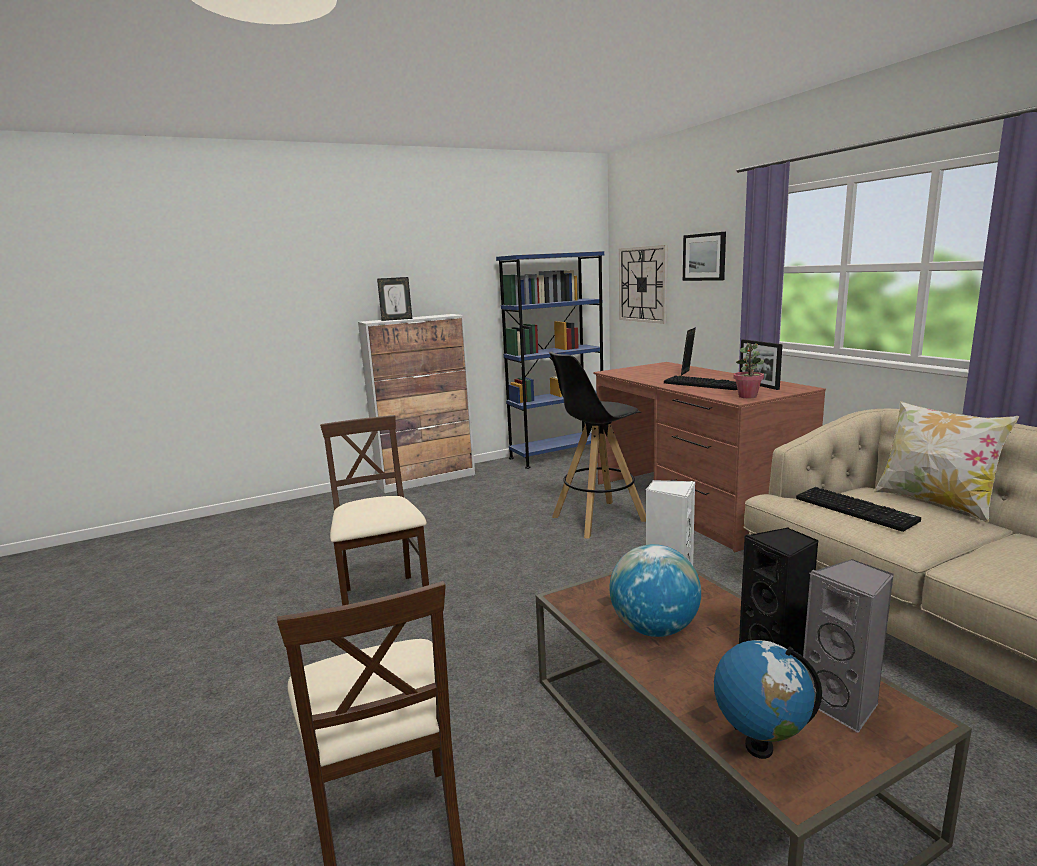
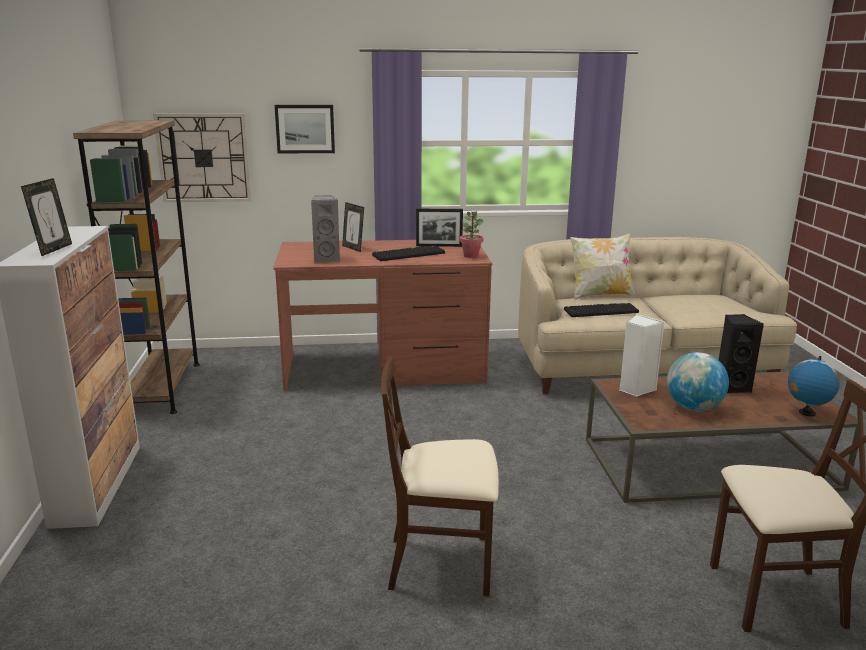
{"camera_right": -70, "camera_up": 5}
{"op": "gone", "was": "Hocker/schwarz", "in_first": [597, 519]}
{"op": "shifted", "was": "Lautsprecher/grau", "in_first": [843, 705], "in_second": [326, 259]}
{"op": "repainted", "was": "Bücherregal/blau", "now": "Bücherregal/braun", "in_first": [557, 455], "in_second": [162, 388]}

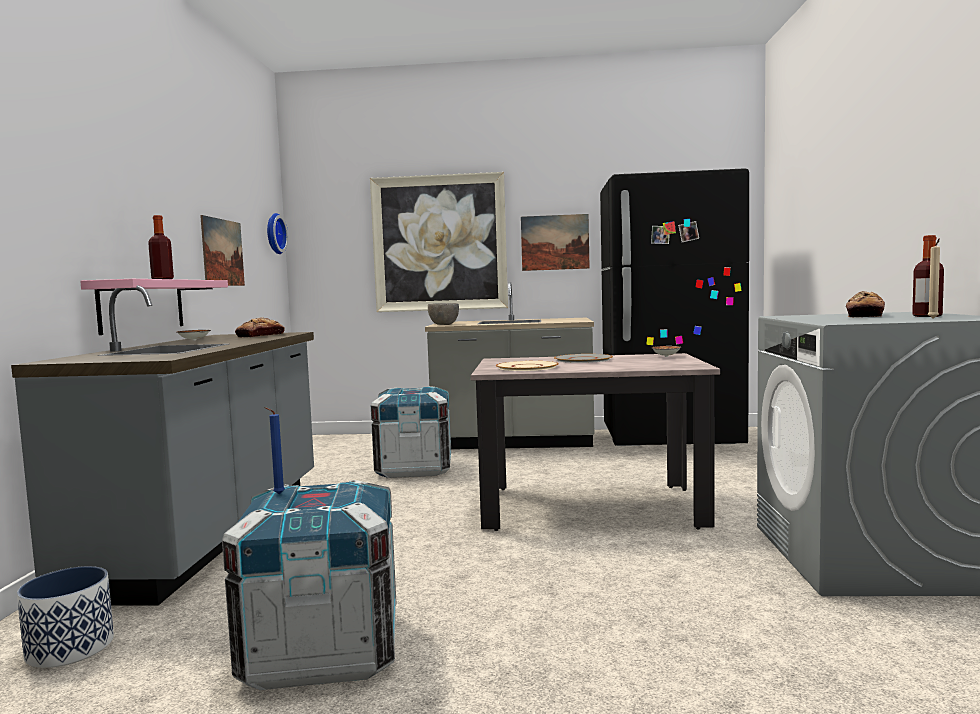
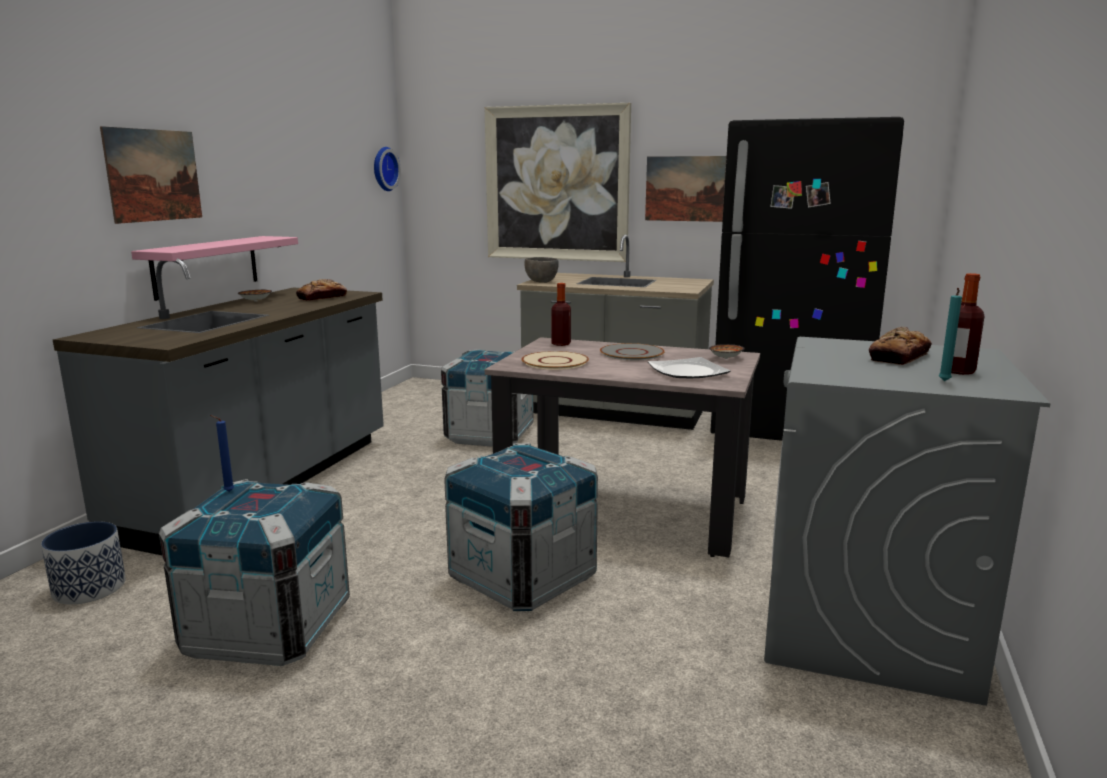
{"camera_right": 15, "camera_up": 10}
{"op": "new", "now": "Kiste", "in_second": [523, 578]}
{"op": "new", "now": "Teller", "in_second": [687, 371]}
{"op": "shifted", "was": "Flasche", "in_first": [162, 279], "in_second": [561, 344]}
{"op": "shifted", "was": "Bild", "in_first": [222, 252], "in_second": [154, 175]}
{"op": "repainted", "was": "Kerze/beige", "now": "Kerze/türkis", "in_first": [933, 318], "in_second": [944, 381]}

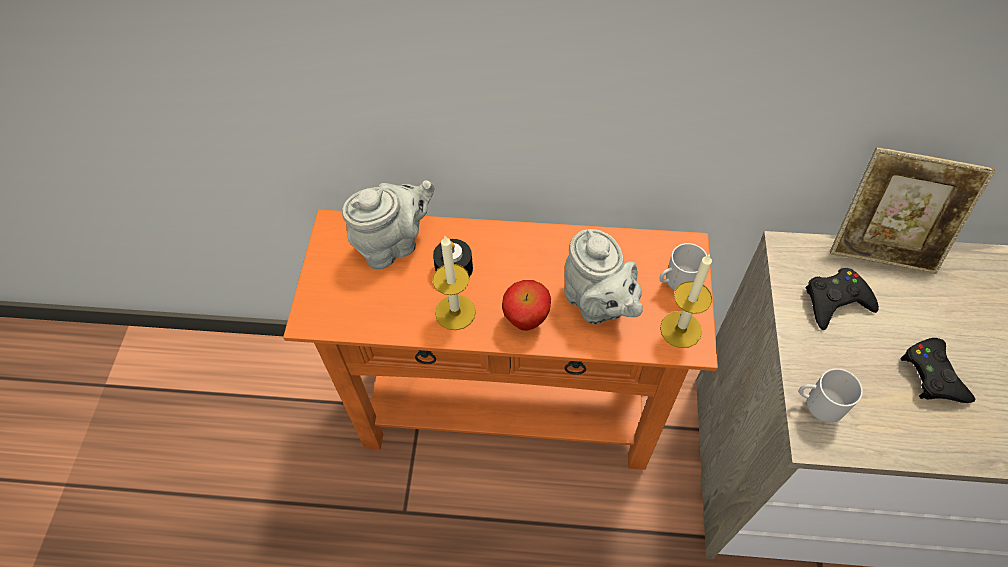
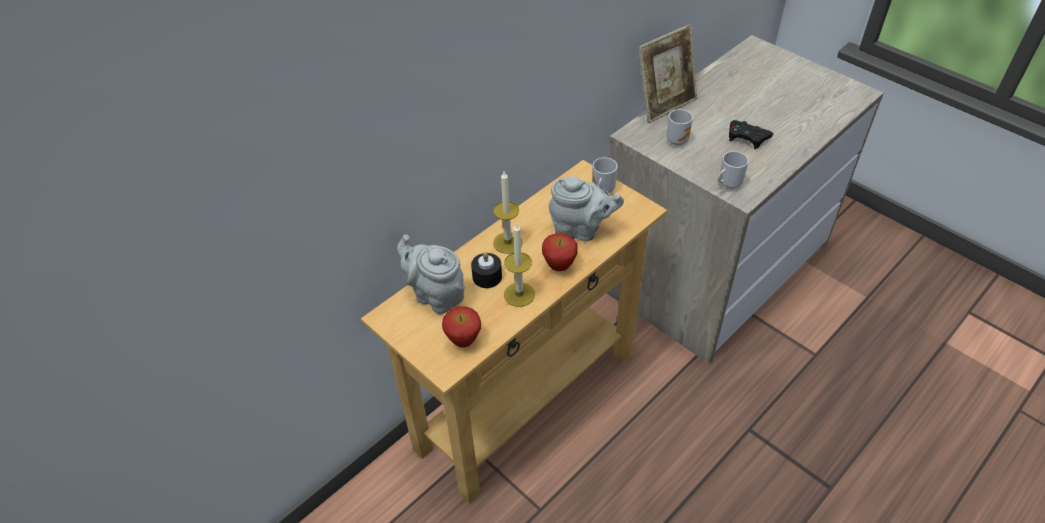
{"camera_right": -50, "camera_up": -10}
{"op": "new", "now": "Apfel", "in_second": [463, 341]}
{"op": "shifted", "was": "Kerze", "in_first": [680, 329], "in_second": [507, 243]}
{"op": "swapped", "was": "Gamepad/schwarz", "now": "Henkelbecher", "in_first": [835, 301], "in_second": [677, 140]}
{"op": "repainted", "was": "Konsolentisch/orange", "now": "Konsolentisch/beige", "in_first": [507, 413], "in_second": [527, 400]}
{"op": "rotated", "was": "Teekanne/grau", "in_first": [393, 244], "in_second": [436, 295], "clockwise": -60}

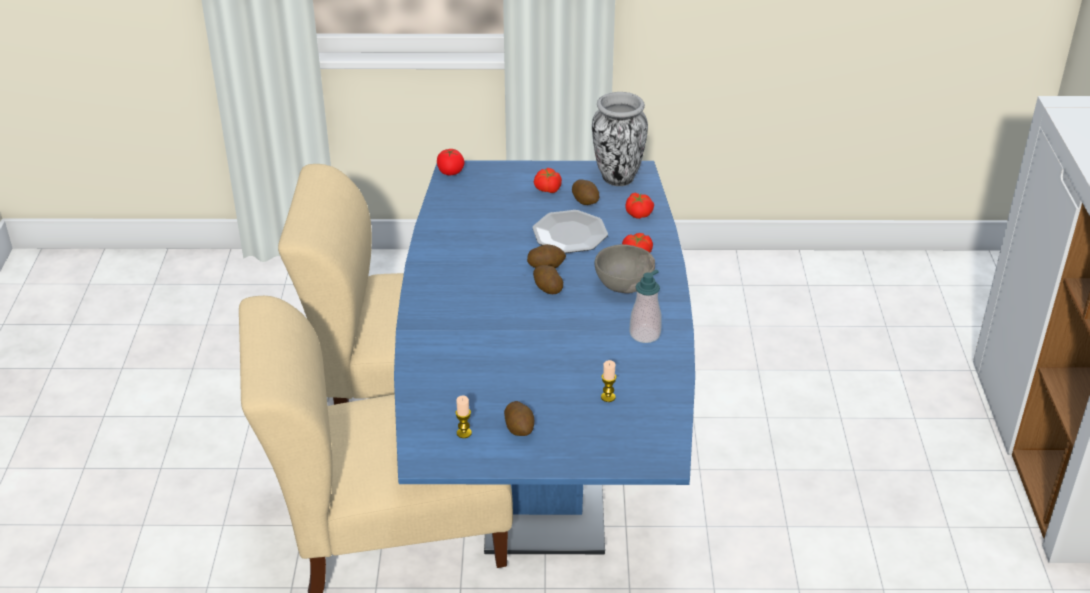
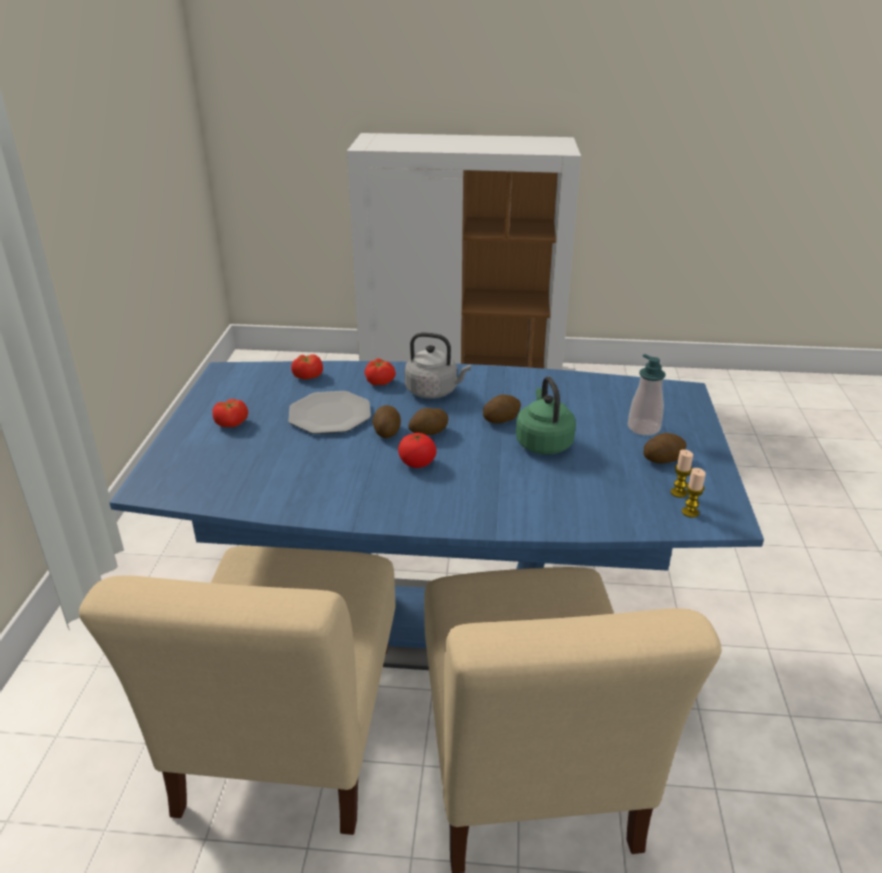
{"camera_right": -85, "camera_up": -5}
{"op": "gone", "was": "Vase", "in_first": [617, 178]}
{"op": "new", "now": "Wasserkessel/grün", "in_second": [543, 442]}
{"op": "shifted", "was": "Tomate", "in_first": [450, 172], "in_second": [417, 463]}
{"op": "shifted", "was": "Kartoffel", "in_first": [585, 201], "in_second": [501, 419]}
{"op": "shifted", "was": "Kerze", "in_first": [608, 397], "in_second": [690, 512]}
{"op": "shifted", "was": "Seifenspender", "in_first": [645, 334], "in_second": [643, 428]}
{"op": "swapped", "was": "Schüssel/grau", "now": "Wasserkessel/grau", "in_first": [624, 287], "in_second": [434, 391]}

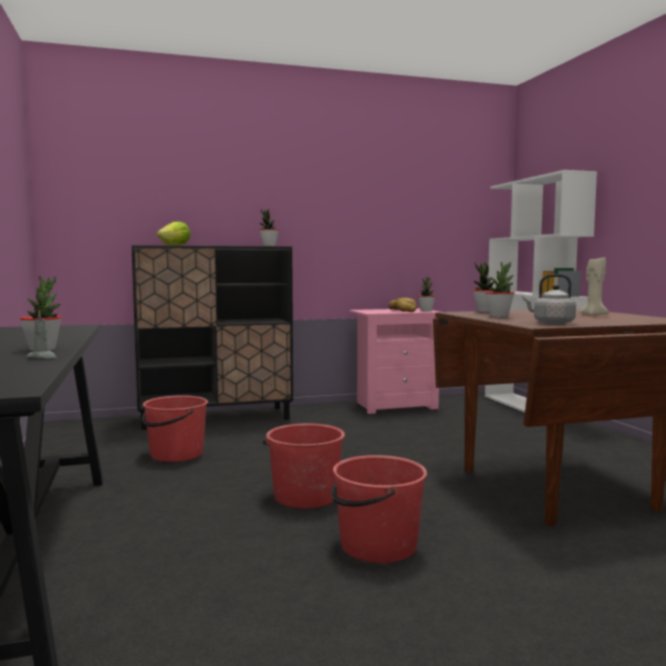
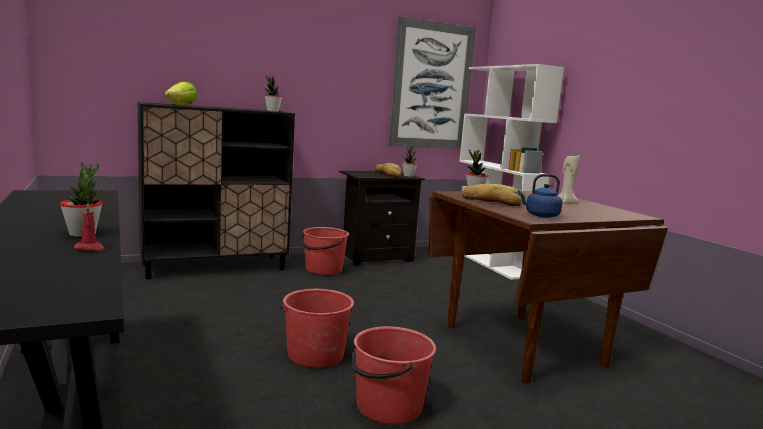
{"camera_right": -10, "camera_up": 5}
{"op": "new", "now": "Bild", "in_second": [432, 86]}
{"op": "shifted", "was": "Eimer/rot", "in_first": [176, 454], "in_second": [323, 270]}
{"op": "swapped", "was": "Topfpflanze", "now": "Brot", "in_first": [499, 316], "in_second": [491, 202]}
{"op": "repainted", "was": "Kerze/grau", "now": "Kerze/rot", "in_first": [42, 357], "in_second": [90, 248]}
{"op": "repainted", "was": "Nachttisch/rosa", "now": "Nachttisch/schwarz", "in_first": [394, 405], "in_second": [375, 257]}
{"op": "repainted", "was": "Wasserkessel/grau", "now": "Wasserkessel/blau", "in_first": [551, 323], "in_second": [540, 215]}

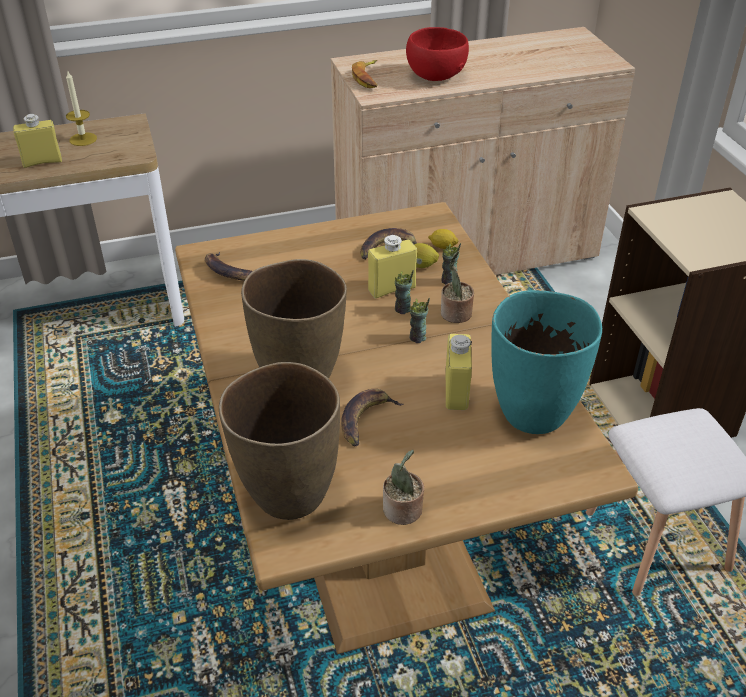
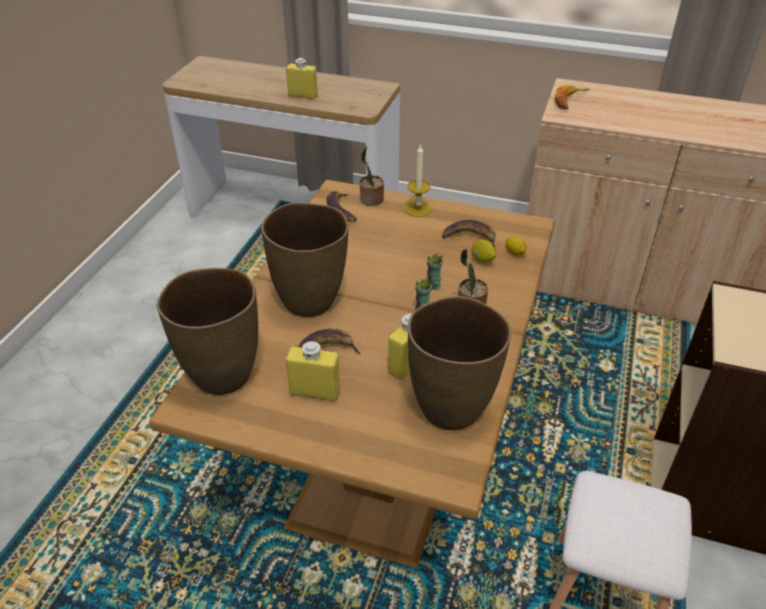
{"camera_right": 35, "camera_up": 0}
{"op": "gone", "was": "Schüssel/rot", "in_first": [435, 76]}
{"op": "gone", "was": "Tasse", "in_first": [449, 281]}
{"op": "shifted", "was": "Kerze", "in_first": [83, 139], "in_second": [418, 209]}
{"op": "shifted", "was": "Flasche/gelb", "in_first": [392, 289], "in_second": [315, 392]}
{"op": "shifted", "was": "Topfpflanze", "in_first": [403, 511], "in_second": [371, 200]}
{"op": "repainted", "was": "Vase/türkis", "now": "Vase/braun", "in_first": [532, 412], "in_second": [451, 408]}

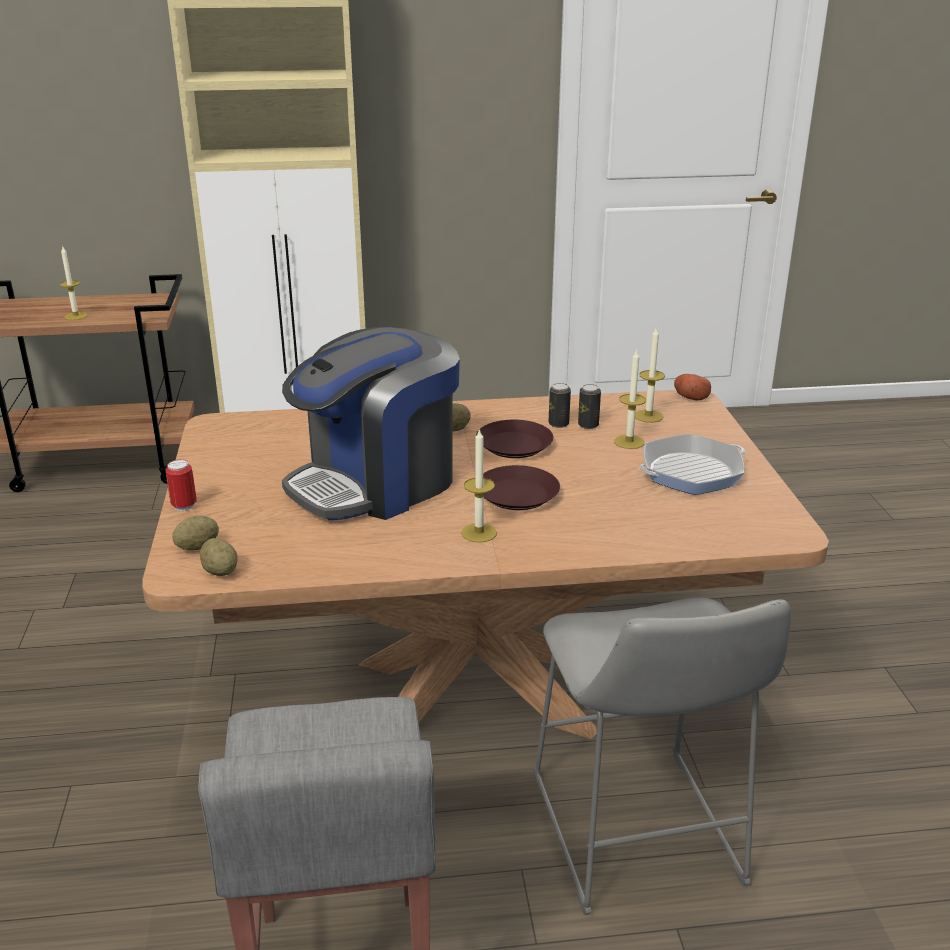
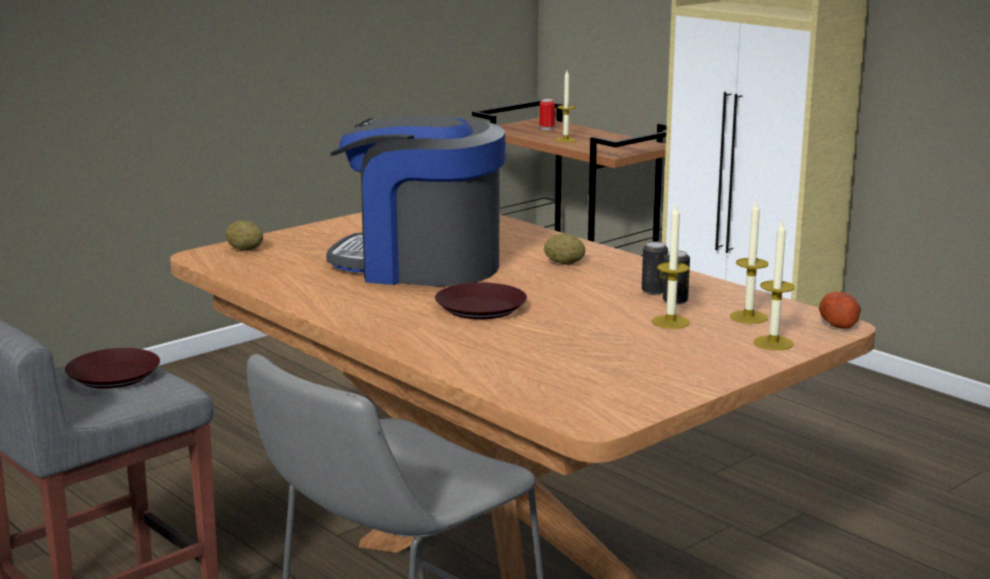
{"camera_right": 55, "camera_up": -10}
{"op": "gone", "was": "Kartoffel", "in_first": [220, 571]}
{"op": "gone", "was": "Pfanne", "in_first": [691, 472]}
{"op": "shifted", "was": "Dose", "in_first": [184, 506], "in_second": [547, 128]}
{"op": "shifted", "was": "Kerze", "in_first": [479, 533], "in_second": [773, 343]}
{"op": "shifted", "was": "Teller/braun", "in_first": [514, 446], "in_second": [113, 376]}

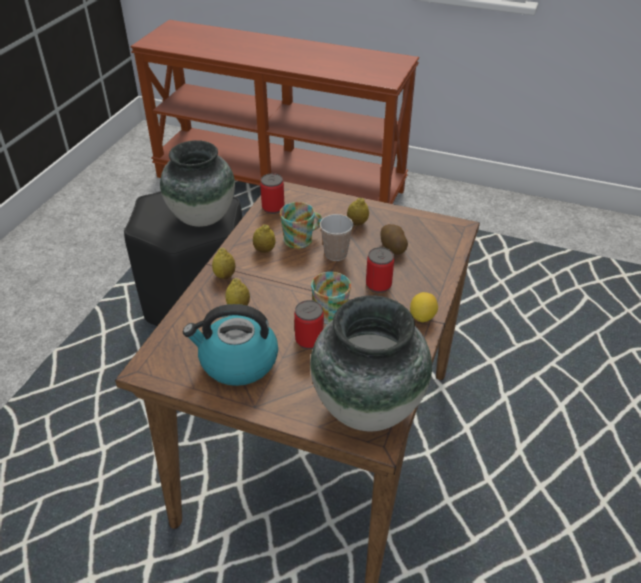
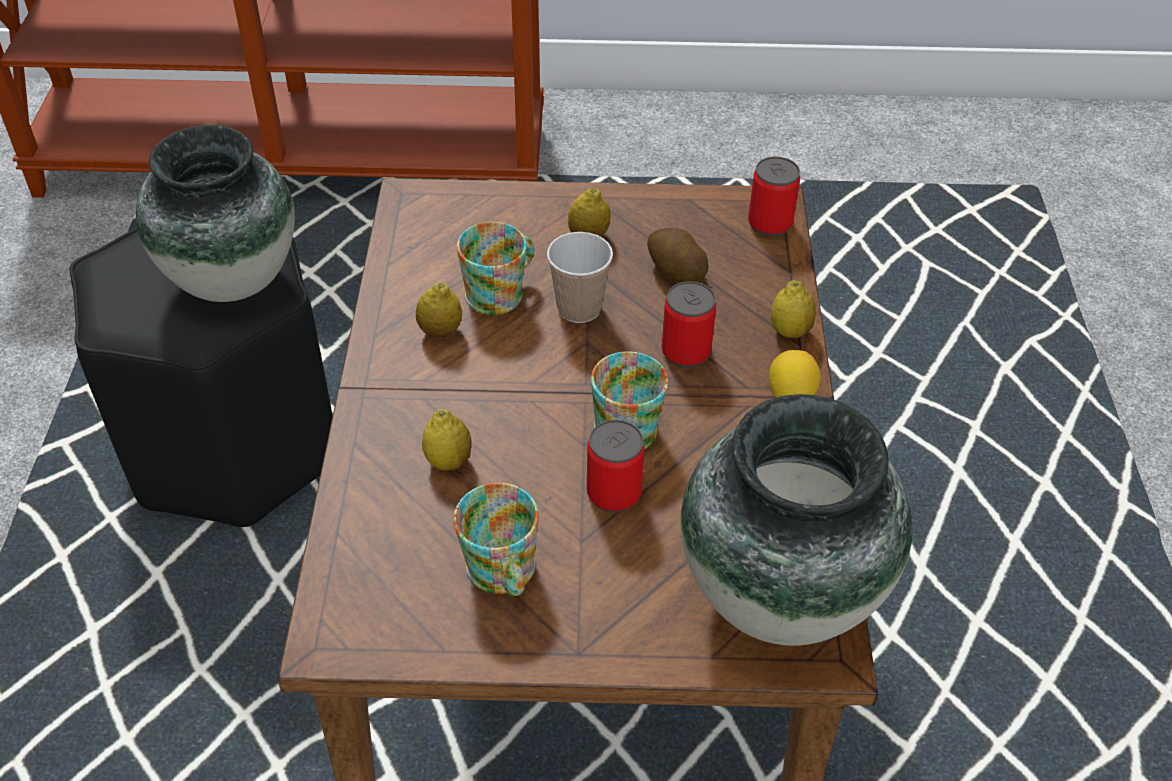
{"camera_right": -20, "camera_up": 5}
{"op": "shifted", "was": "Zitrone", "in_first": [225, 275], "in_second": [790, 331]}
{"op": "shifted", "was": "Dose", "in_first": [273, 208], "in_second": [770, 223]}
{"op": "swapped", "was": "Wasserkessel", "now": "Henkelbecher", "in_first": [237, 362], "in_second": [502, 574]}

